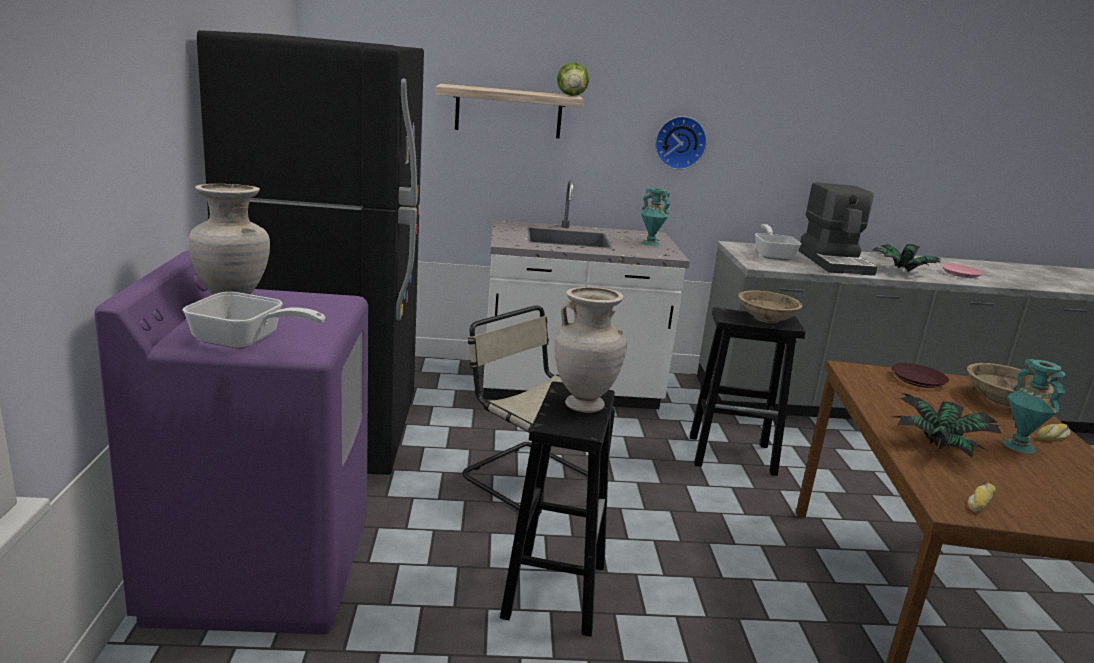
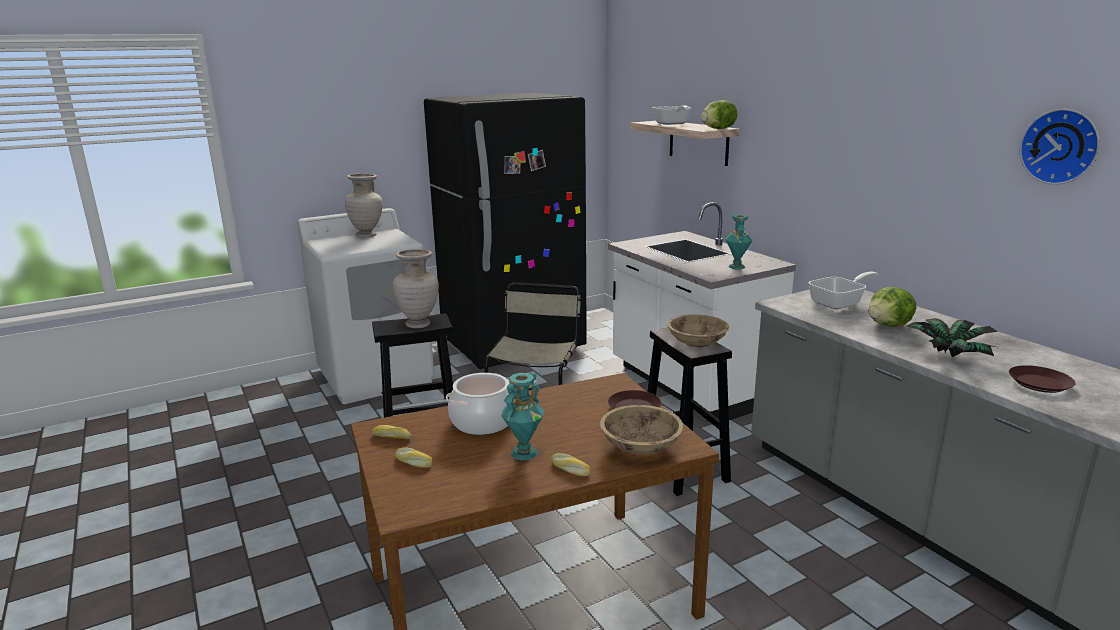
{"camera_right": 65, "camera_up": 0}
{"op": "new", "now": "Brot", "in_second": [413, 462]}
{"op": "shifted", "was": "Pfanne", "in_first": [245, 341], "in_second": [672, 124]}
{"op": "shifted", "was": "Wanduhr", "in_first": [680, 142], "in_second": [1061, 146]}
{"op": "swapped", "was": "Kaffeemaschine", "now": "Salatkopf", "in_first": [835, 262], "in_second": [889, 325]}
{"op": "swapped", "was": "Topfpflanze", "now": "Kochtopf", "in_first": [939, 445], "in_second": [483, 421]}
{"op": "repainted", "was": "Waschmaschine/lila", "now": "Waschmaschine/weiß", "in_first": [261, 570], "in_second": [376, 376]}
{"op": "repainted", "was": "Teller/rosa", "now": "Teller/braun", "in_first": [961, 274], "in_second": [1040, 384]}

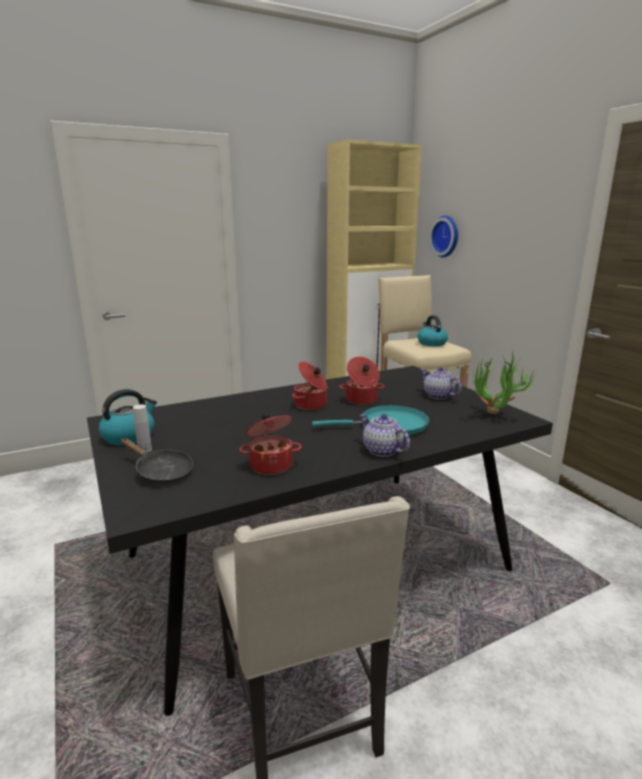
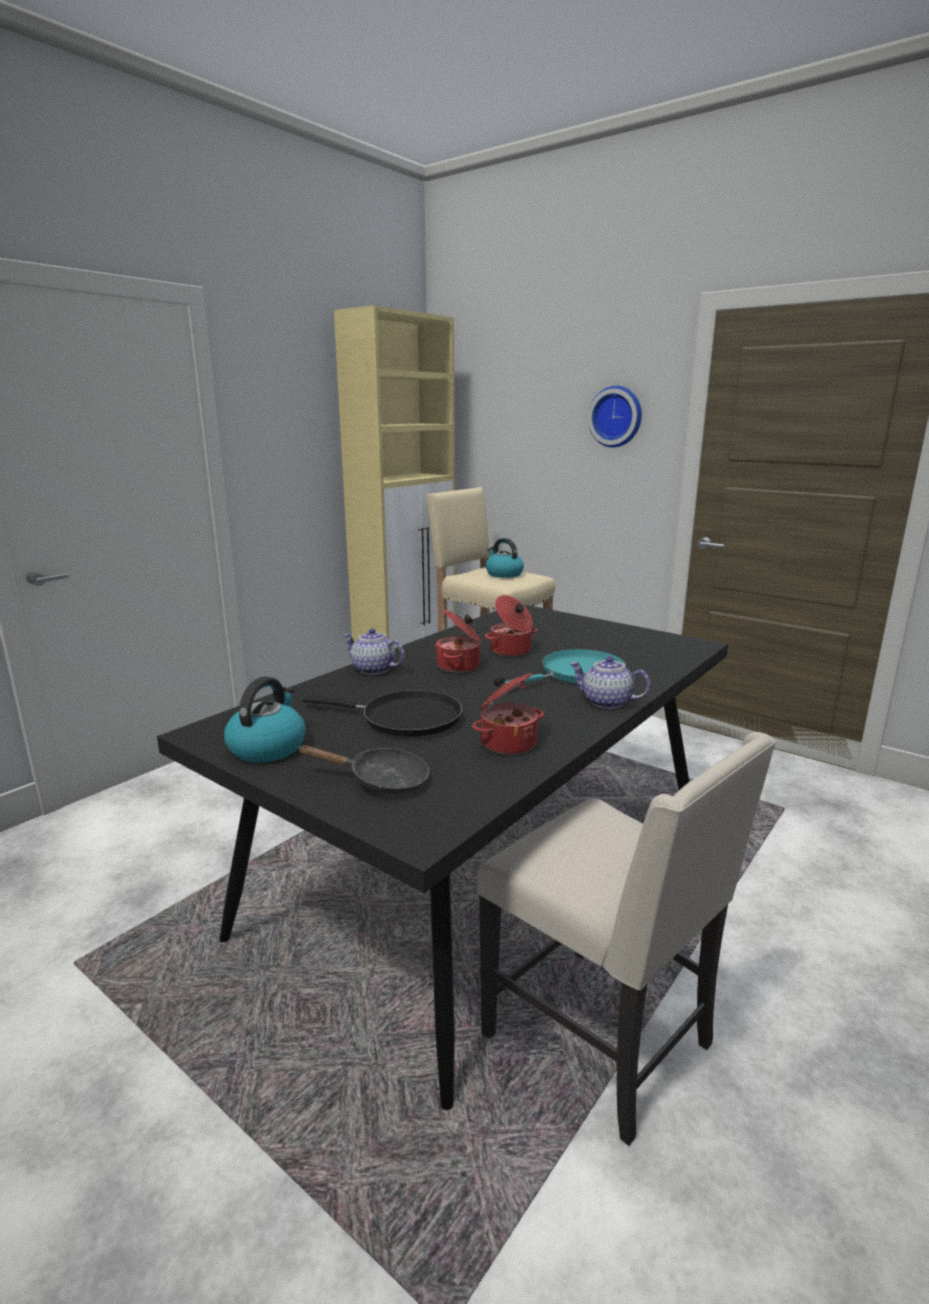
{"camera_right": -25, "camera_up": 0}
{"op": "gone", "was": "Flasche/weiß", "in_first": [145, 450]}
{"op": "gone", "was": "Topfpflanze", "in_first": [495, 417]}
{"op": "new", "now": "Pfanne/schwarz", "in_second": [404, 719]}
{"op": "shifted", "was": "Teekanne", "in_first": [438, 396], "in_second": [373, 669]}
{"op": "shifted", "was": "Wanduhr", "in_first": [446, 236], "in_second": [616, 416]}

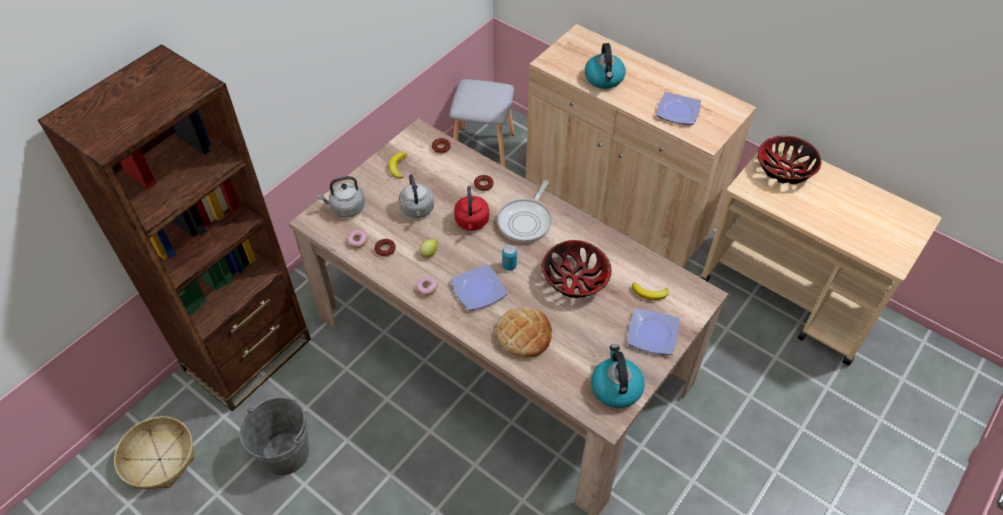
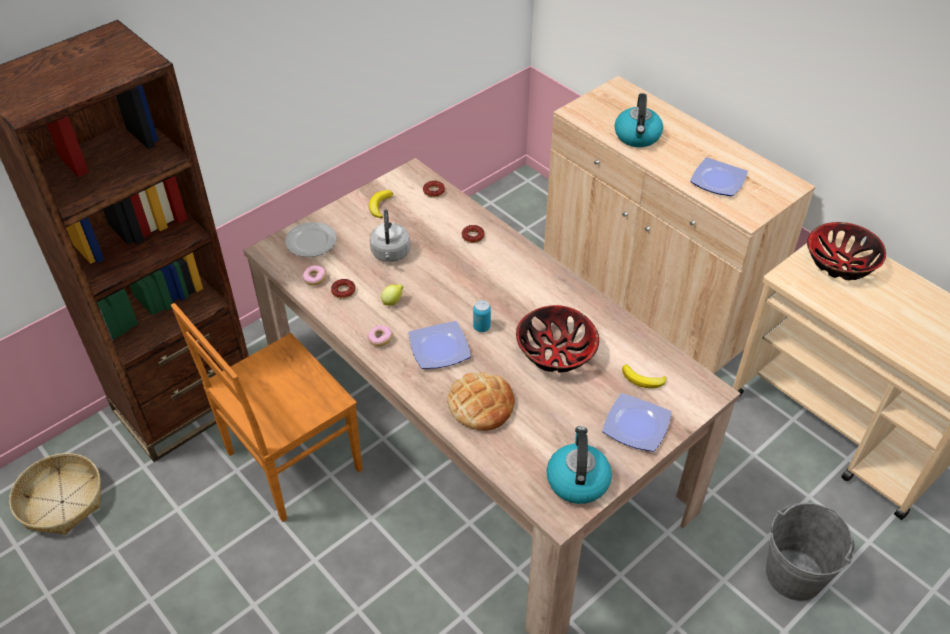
{"camera_right": 10, "camera_up": -5}
{"op": "gone", "was": "Hocker/grau", "in_first": [484, 148]}
{"op": "gone", "was": "Wasserkessel/rot", "in_first": [472, 222]}
{"op": "gone", "was": "Pfanne", "in_first": [526, 221]}
{"op": "new", "now": "Stuhl/braun", "in_second": [290, 463]}
{"op": "shifted", "was": "Eimer/grau", "in_first": [285, 453], "in_second": [794, 574]}
{"op": "swapped", "was": "Wasserkessel/grau", "now": "Teller", "in_first": [346, 208], "in_second": [310, 242]}

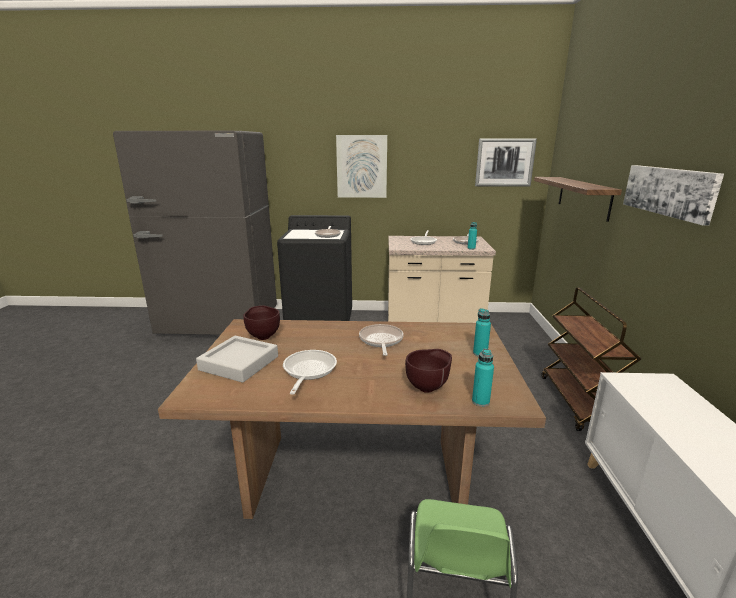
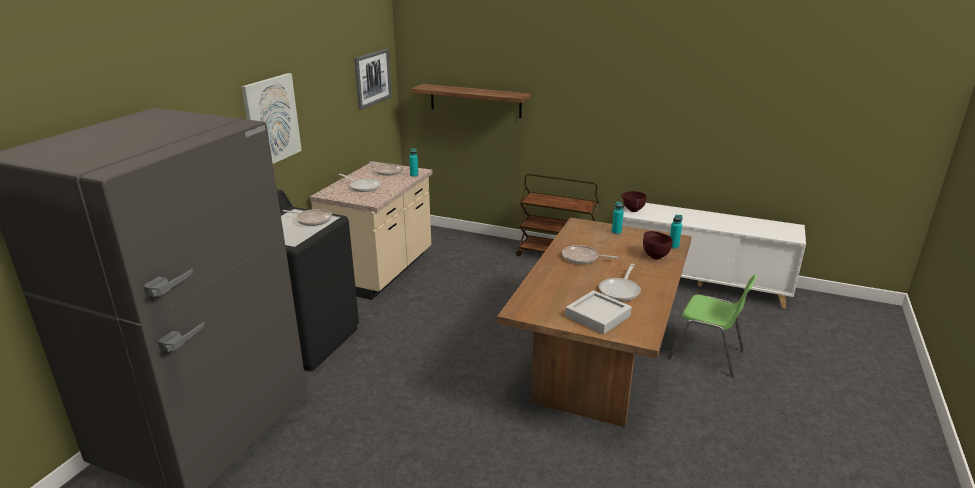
{"camera_right": -70, "camera_up": 5}
{"op": "gone", "was": "Bild", "in_first": [668, 191]}
{"op": "shifted", "was": "Schüssel/braun", "in_first": [263, 336], "in_second": [632, 210]}
{"op": "rotated", "was": "Pfanne", "in_first": [308, 371], "in_second": [620, 290], "clockwise": -90}

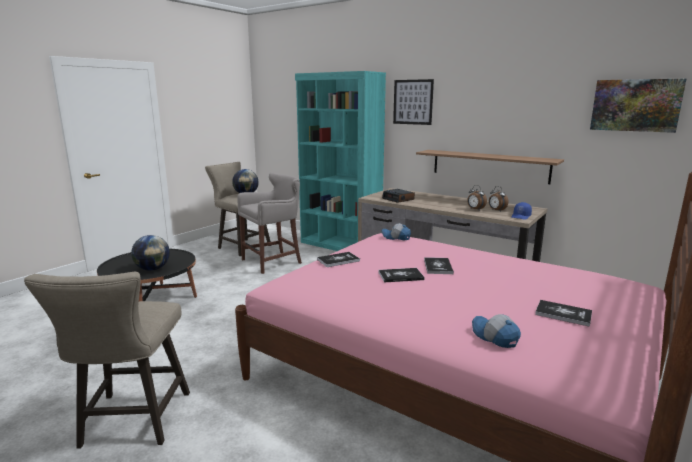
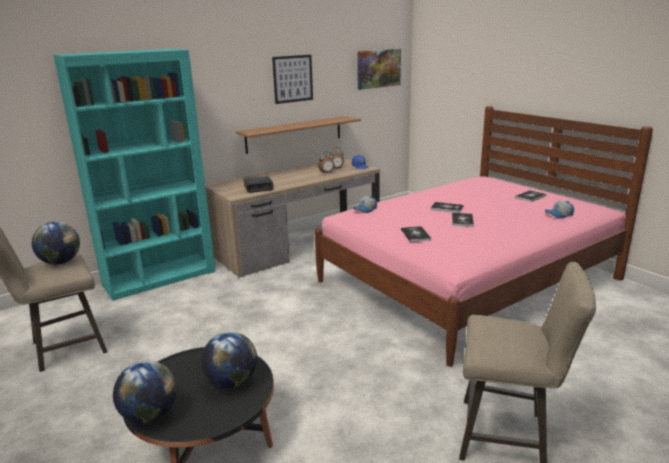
{"camera_right": -70, "camera_up": 5}
{"op": "gone", "was": "Hocker/grau", "in_first": [273, 261]}
{"op": "new", "now": "Globus", "in_second": [149, 415]}
{"op": "shifted", "was": "Bild", "in_first": [413, 102], "in_second": [293, 79]}

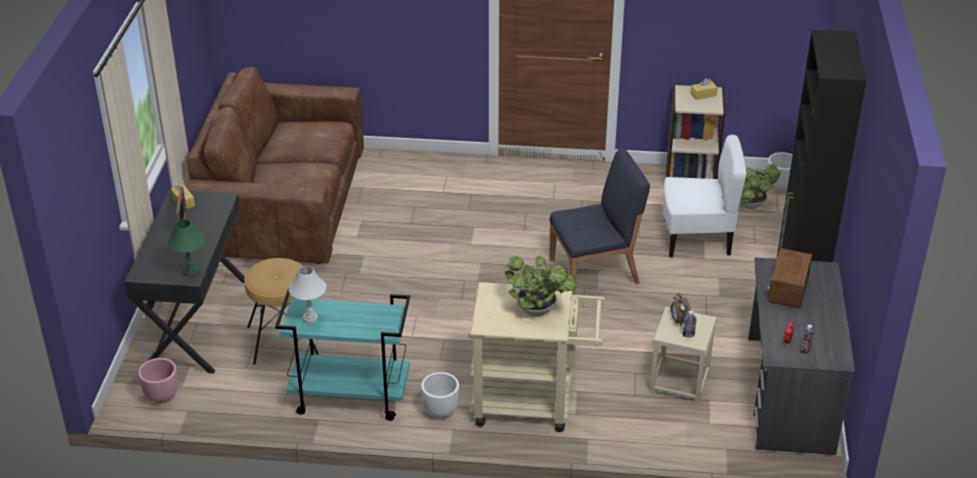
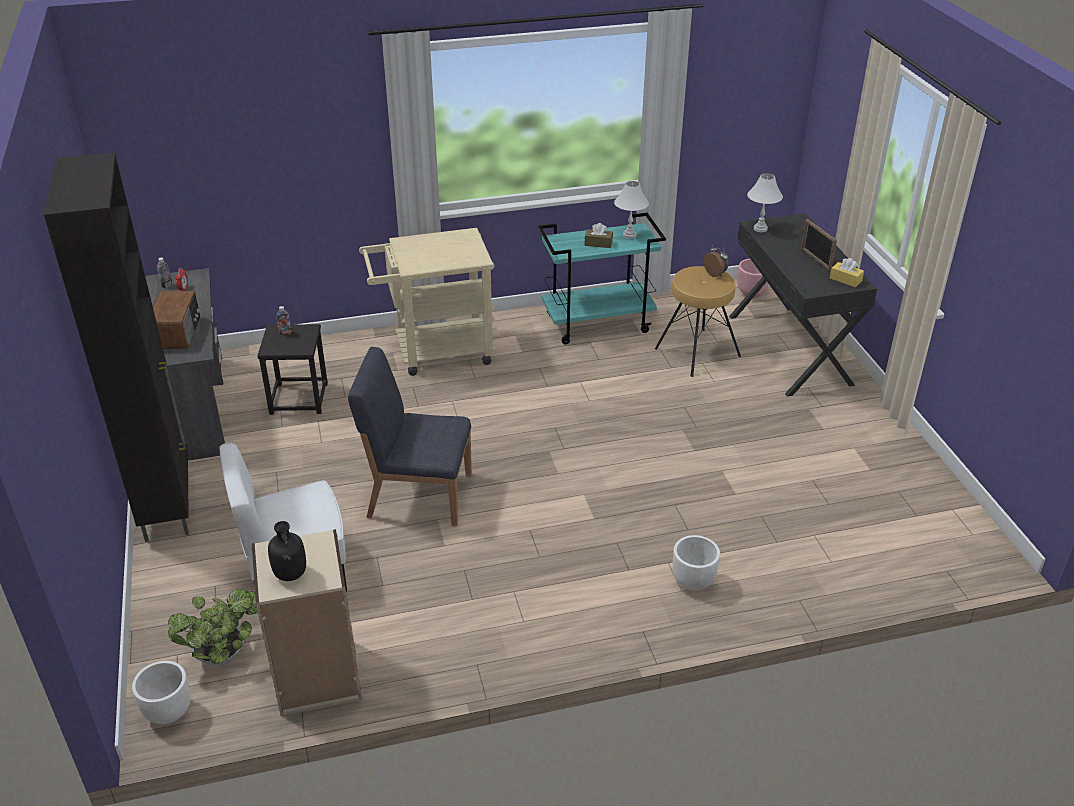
{"camera_right": 160, "camera_up": 0}
{"op": "gone", "was": "Sofa/braun", "in_first": [282, 201]}
{"op": "gone", "was": "Topfpflanze", "in_first": [539, 311]}
{"op": "new", "now": "Taschentuchbox/braun", "in_second": [598, 243]}
{"op": "shifted", "was": "Pflanzkübel/weiß", "in_first": [440, 410], "in_second": [693, 582]}
{"op": "shifted", "was": "Wecker", "in_first": [679, 321], "in_second": [715, 274]}
{"op": "swapped", "was": "Taschentuchbox/gelb", "now": "Flasche/schwarz", "in_first": [703, 95], "in_second": [290, 574]}
{"op": "repainted", "was": "Tischlampe/grün", "now": "Tischlampe/weiß", "in_first": [190, 272], "in_second": [760, 229]}
{"op": "repainted", "was": "Hocker/beige", "now": "Hocker/schwarz", "in_first": [679, 381], "in_second": [299, 398]}
{"op": "rotated", "was": "Stuhl/blau", "in_first": [595, 271], "in_second": [418, 494], "clockwise": 45}

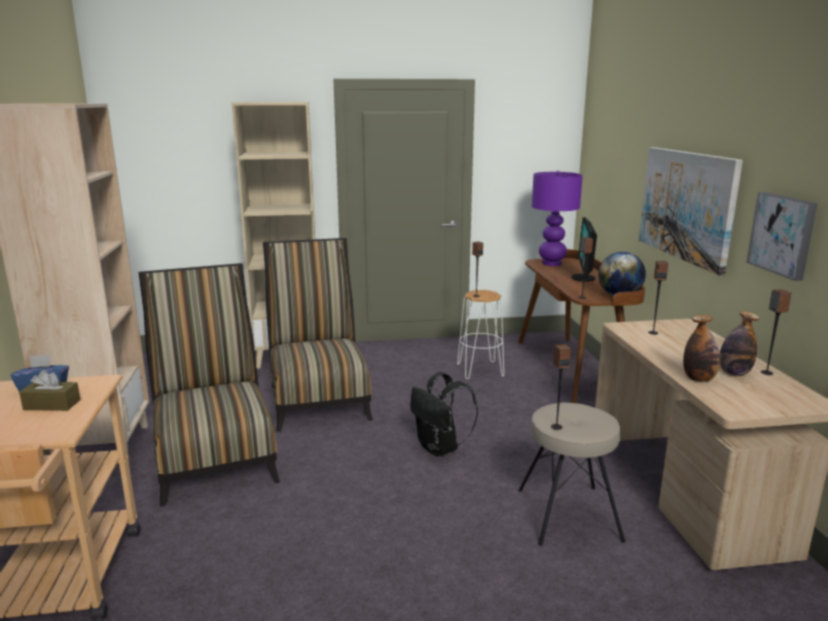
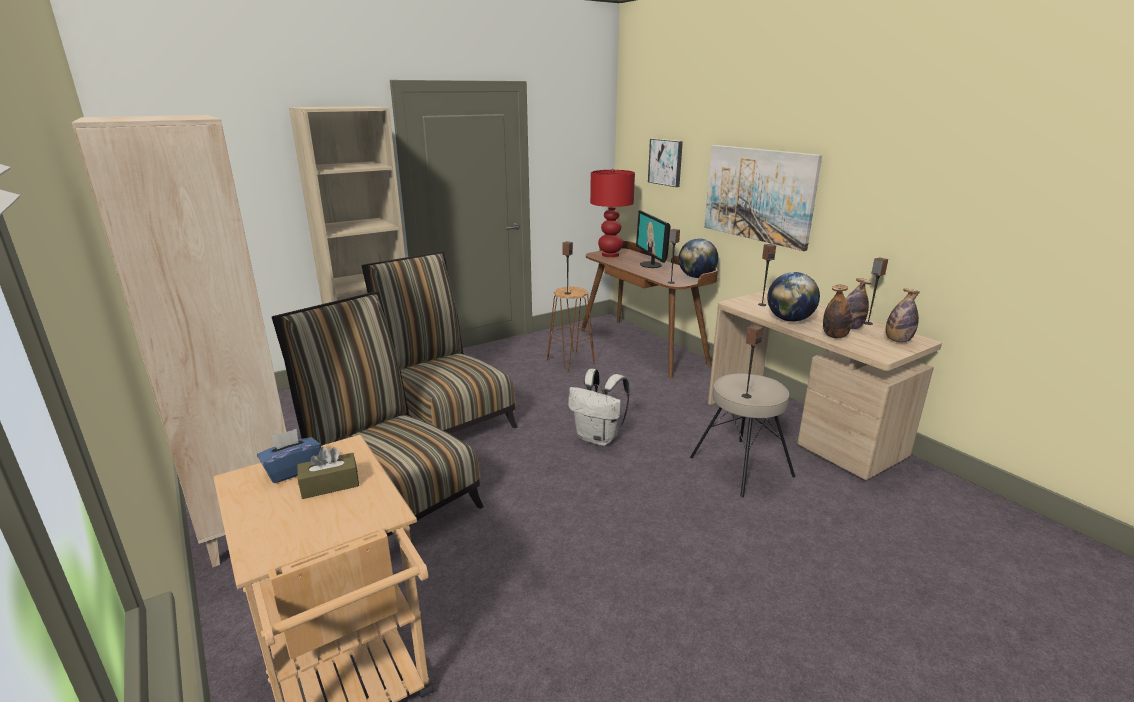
{"camera_right": -25, "camera_up": 5}
{"op": "new", "now": "Globus", "in_second": [789, 320]}
{"op": "new", "now": "Flasche", "in_second": [897, 340]}
{"op": "shifted", "was": "Bild", "in_first": [783, 234], "in_second": [666, 162]}
{"op": "repainted", "was": "Rucksack/schwarz", "now": "Rucksack/weiß", "in_first": [440, 448], "in_second": [599, 438]}
{"op": "repainted", "was": "Hocker/weiß", "now": "Hocker/braun", "in_first": [480, 370], "in_second": [570, 361]}
{"op": "repainted", "was": "Tischlampe/lila", "now": "Tischlampe/rot", "in_first": [552, 263], "in_second": [610, 255]}

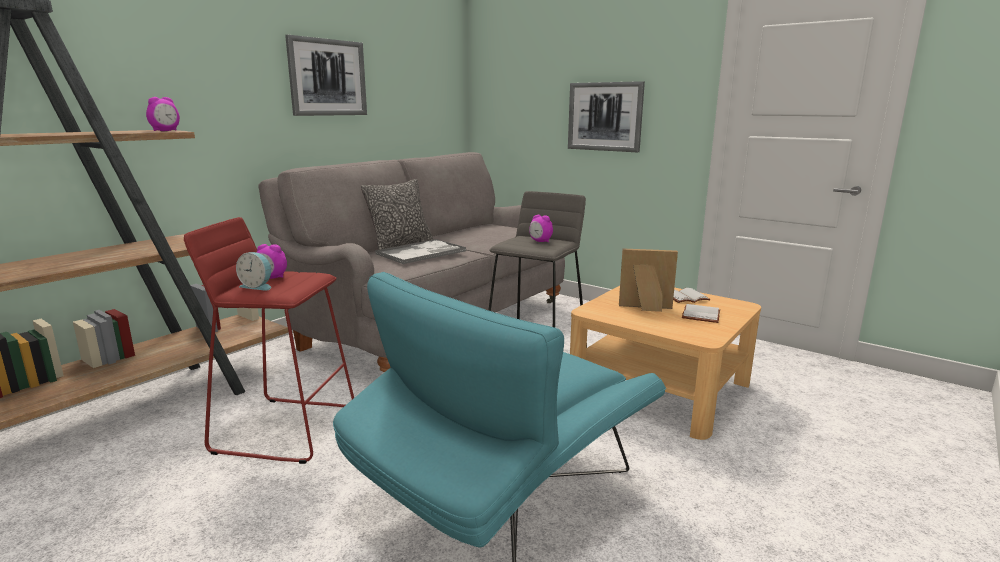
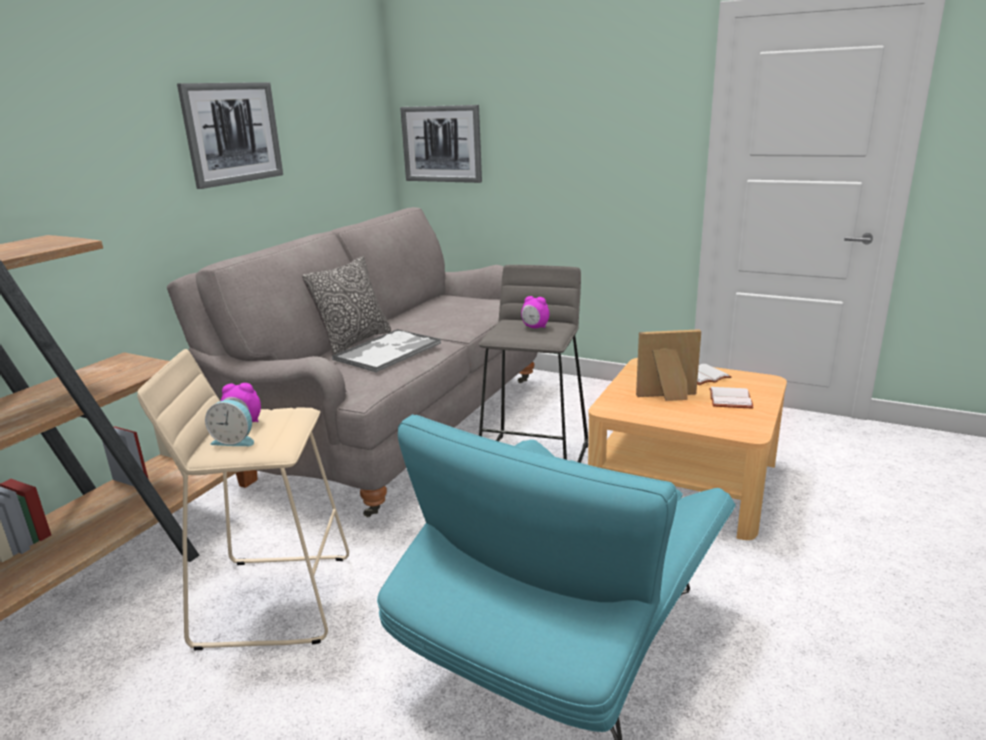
{"camera_right": -10, "camera_up": 5}
{"op": "gone", "was": "Wecker", "in_first": [165, 131]}
{"op": "shifted", "was": "Bild", "in_first": [605, 116], "in_second": [441, 144]}
{"op": "repainted", "was": "Hocker/rot", "now": "Hocker/beige", "in_first": [286, 428], "in_second": [275, 599]}

